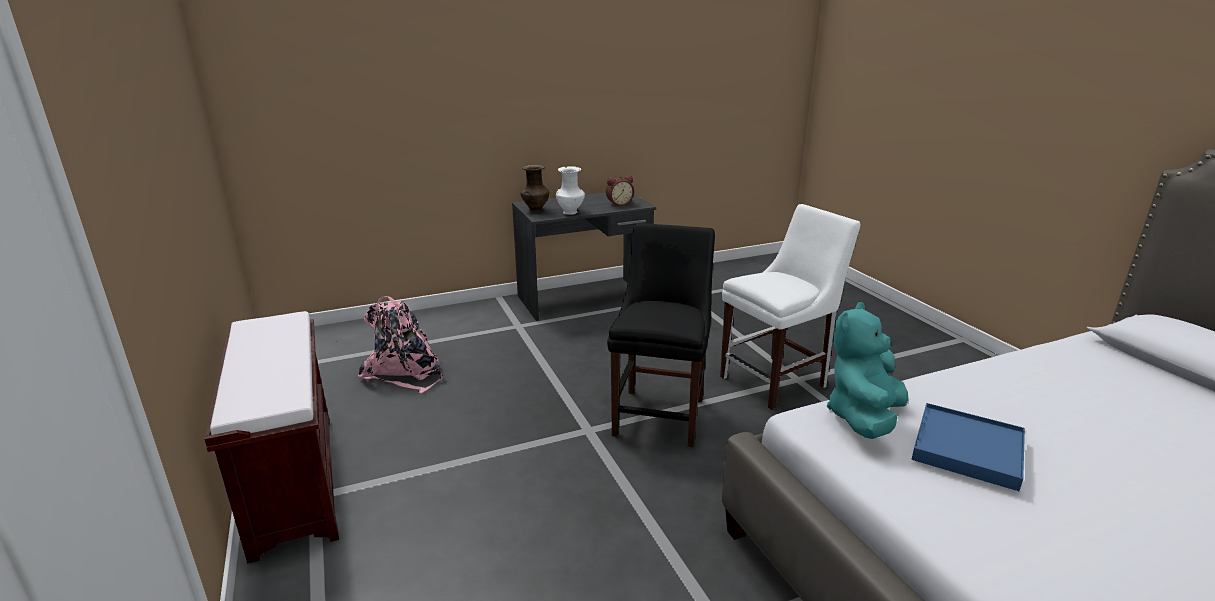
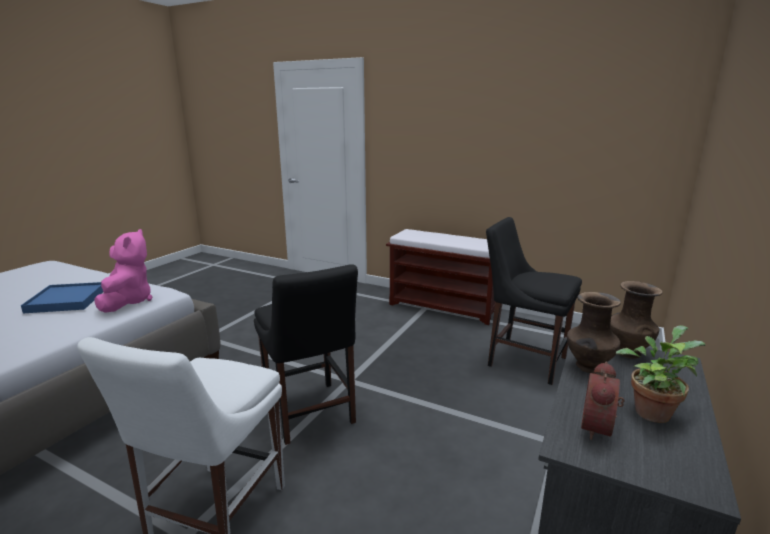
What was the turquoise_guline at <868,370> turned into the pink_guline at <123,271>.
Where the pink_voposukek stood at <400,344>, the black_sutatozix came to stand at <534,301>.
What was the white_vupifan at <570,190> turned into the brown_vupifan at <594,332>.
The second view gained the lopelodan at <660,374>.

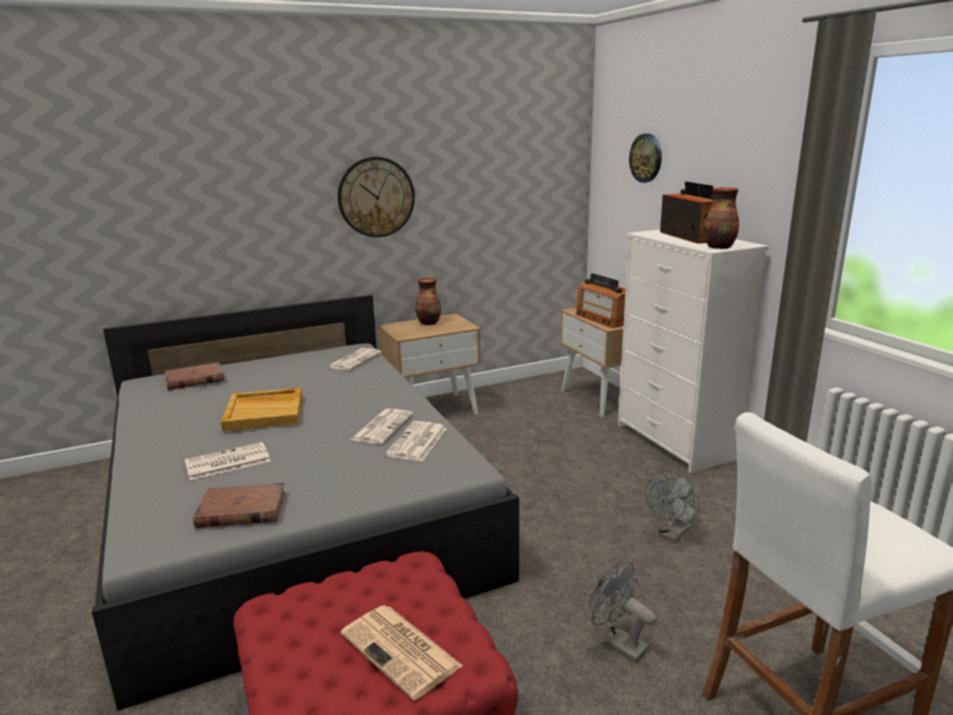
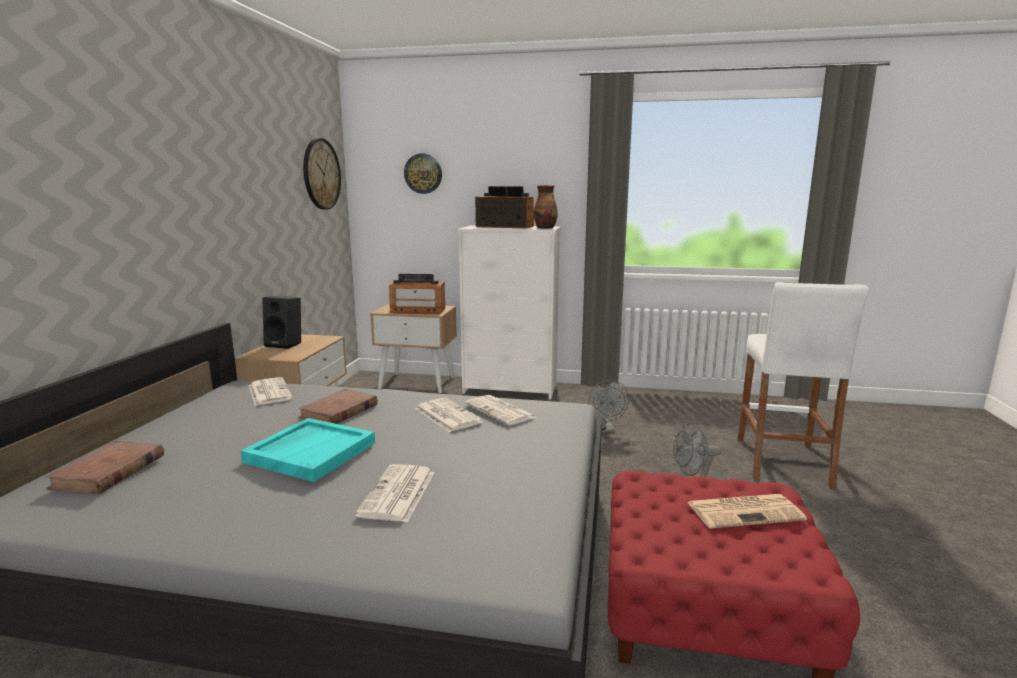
What was the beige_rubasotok at <261,409> turned into the turquoise_rubasotok at <308,450>.
Where the vupifan stood at <428,301>, the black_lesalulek came to stand at <281,322>.
The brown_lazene ended up elsewhere, having gone from <239,505> to <338,406>.
The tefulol ended up elsewhere, having gone from <376,197> to <322,174>.

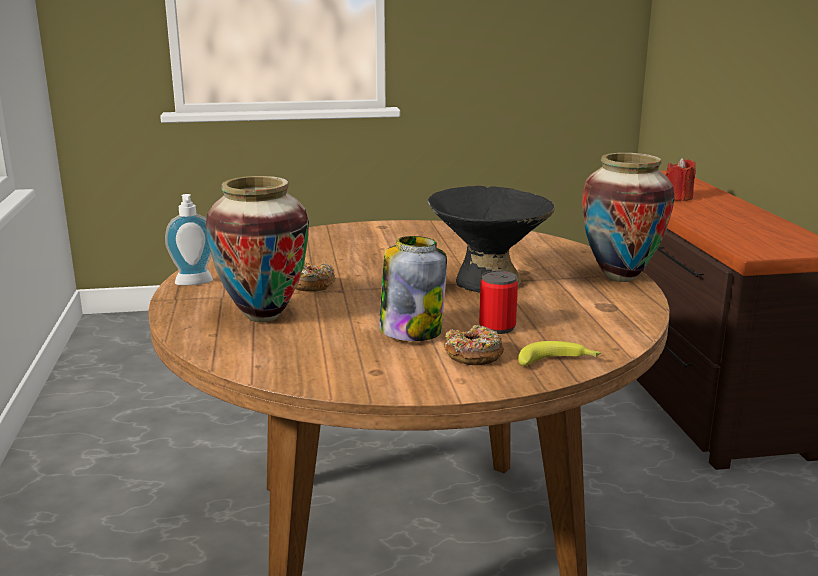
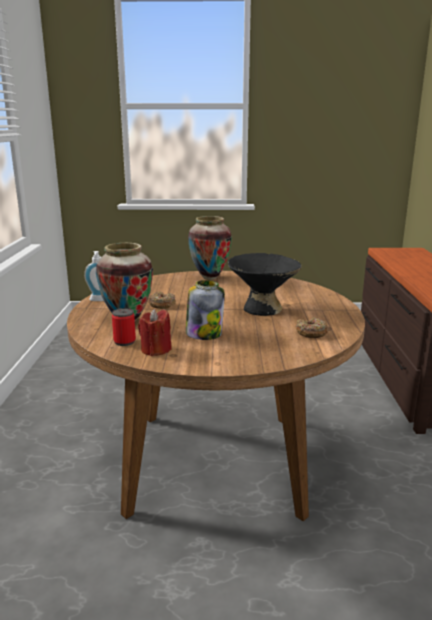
The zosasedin ended up elsewhere, having gone from <498,302> to <124,327>.
The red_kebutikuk ended up elsewhere, having gone from <681,179> to <155,332>.
The vupifan ended up elsewhere, having gone from <628,217> to <210,248>.
The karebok ended up elsewhere, having gone from <474,345> to <312,328>.
The second view lost the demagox at <559,353>.

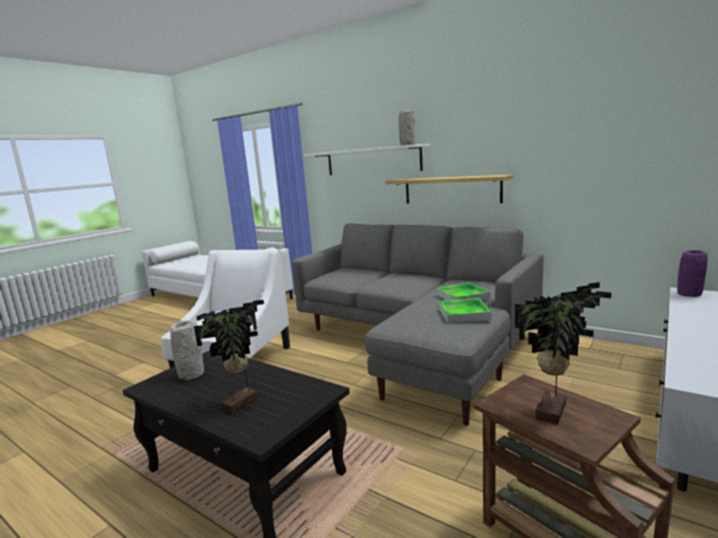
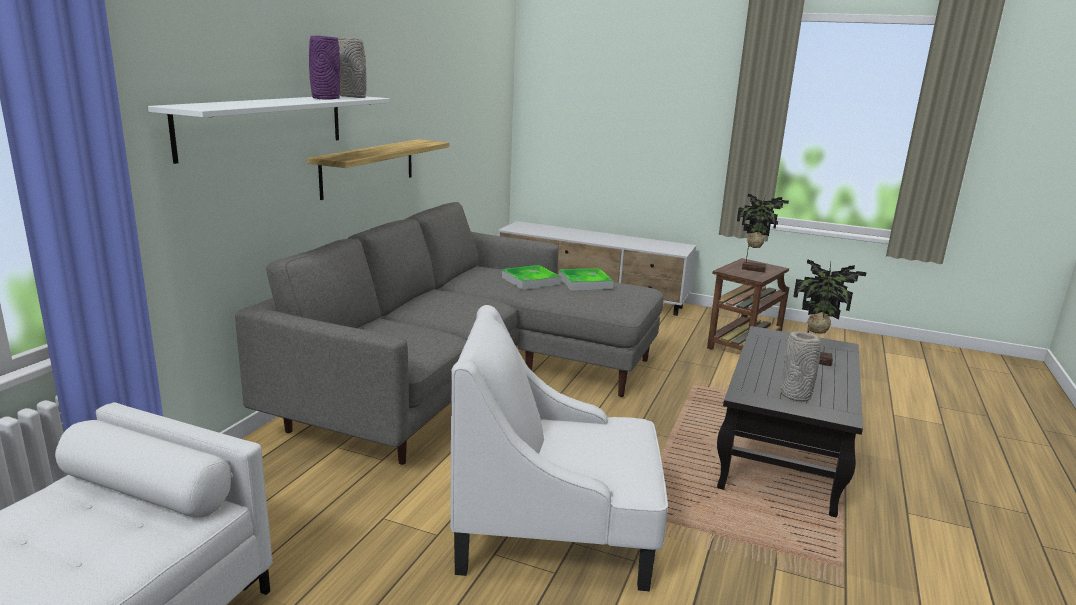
The purple_vupifan ended up elsewhere, having gone from <692,273> to <324,68>.

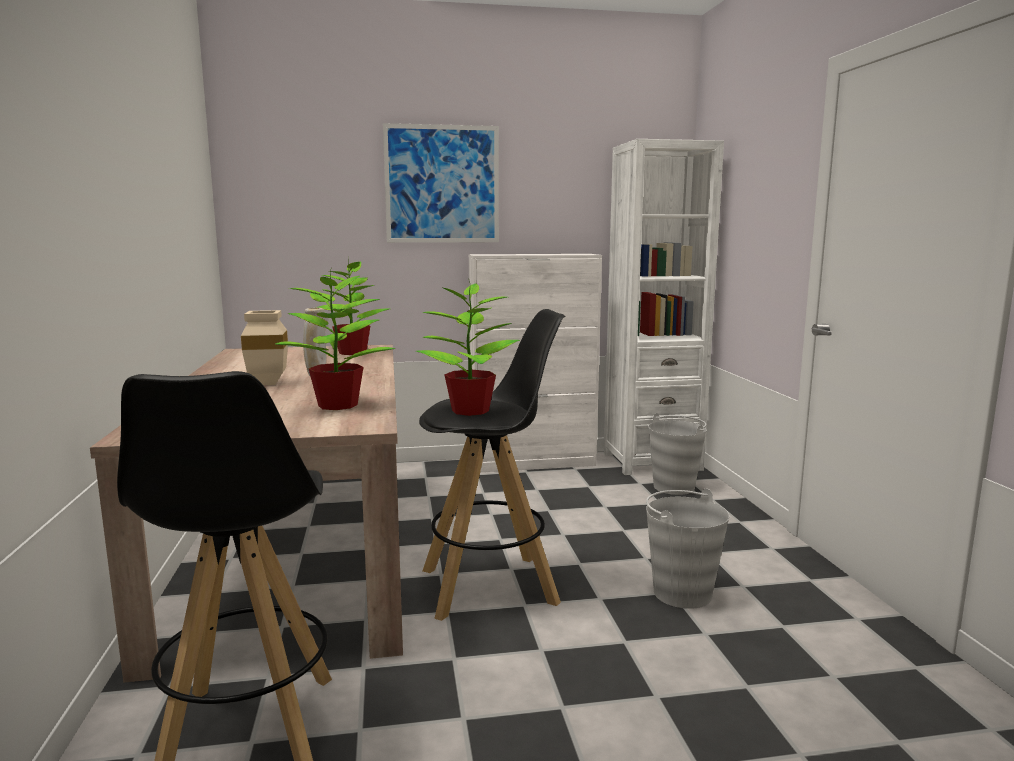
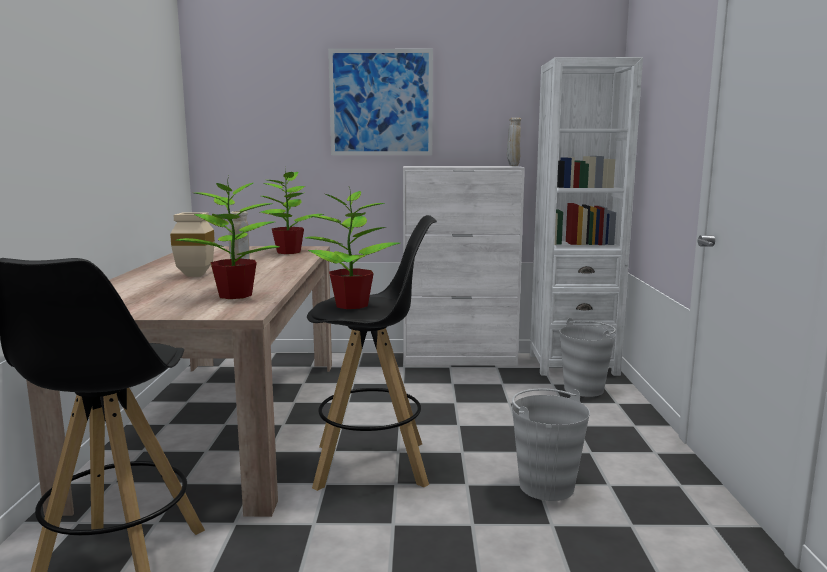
The second view gained the beige_vupifan at <514,142>.

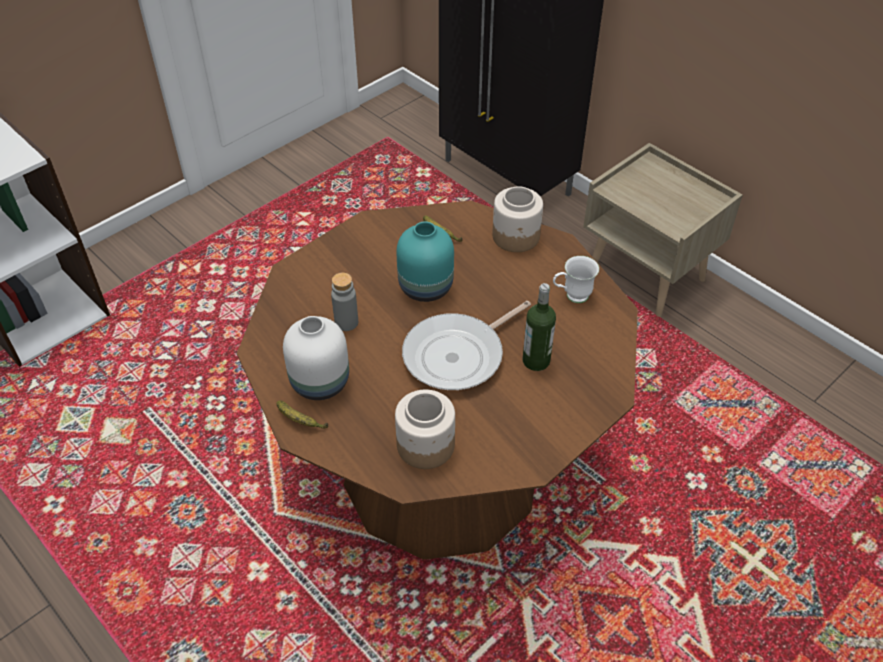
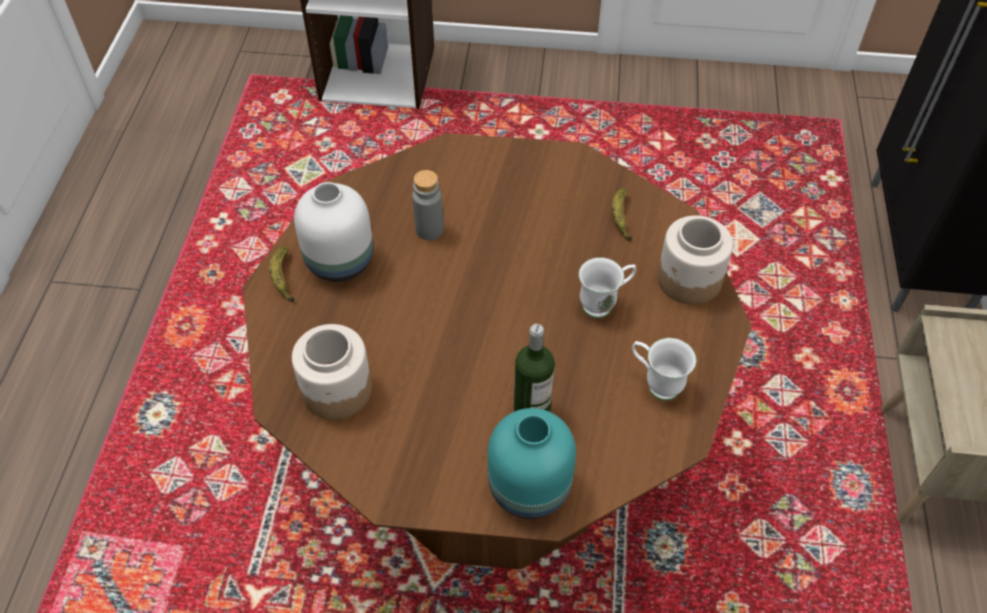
The turquoise_vupifan ended up elsewhere, having gone from <425,261> to <532,463>.
The second view gained the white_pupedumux at <607,287>.
The second view lost the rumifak at <466,345>.

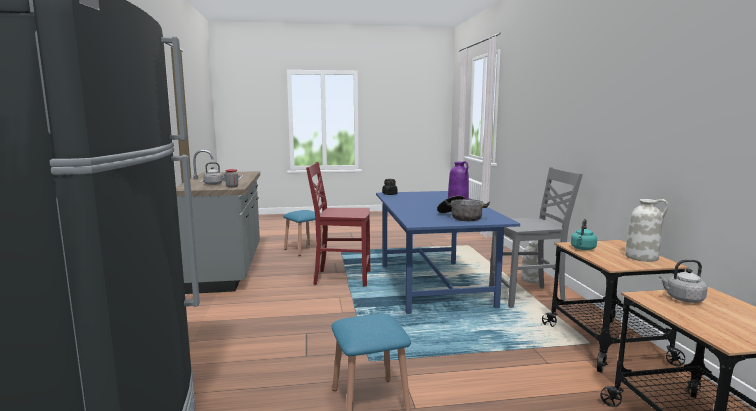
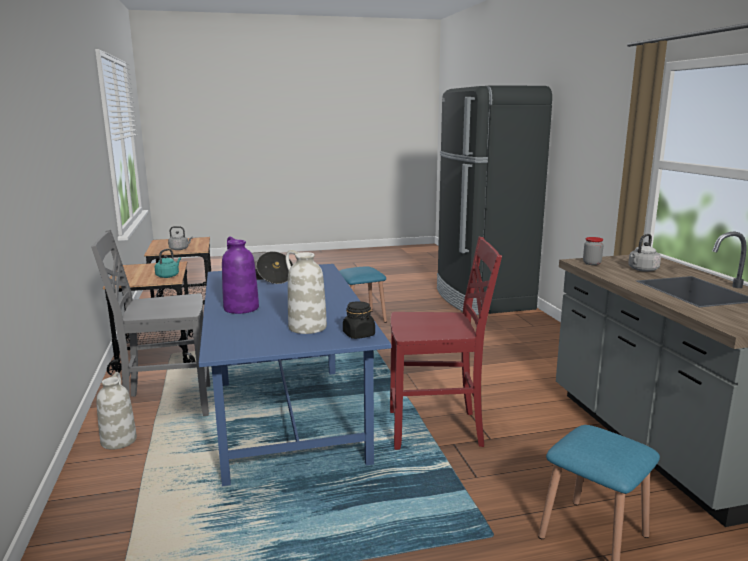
The white_vupifan ended up elsewhere, having gone from <647,230> to <306,292>.

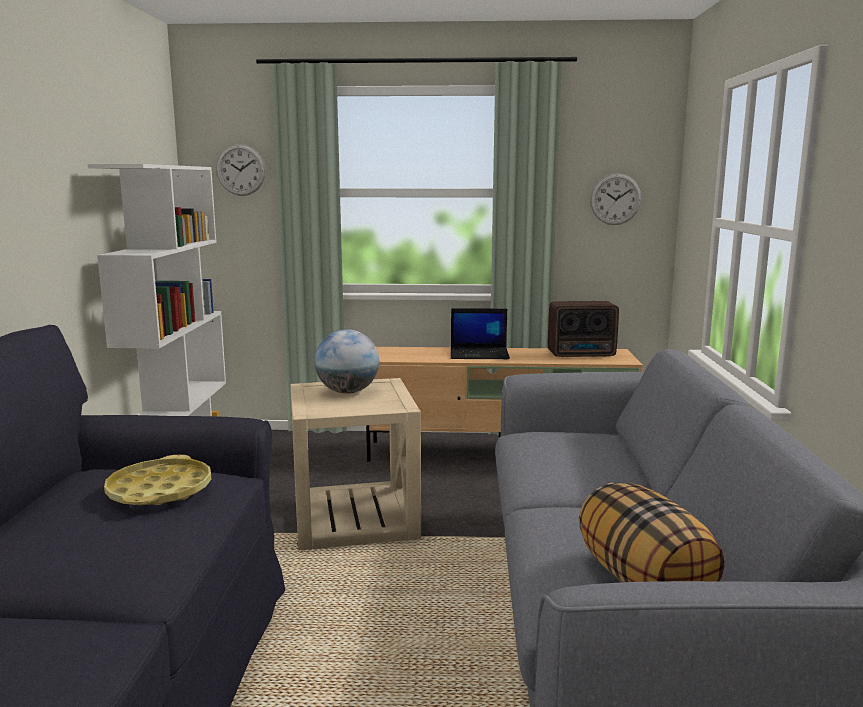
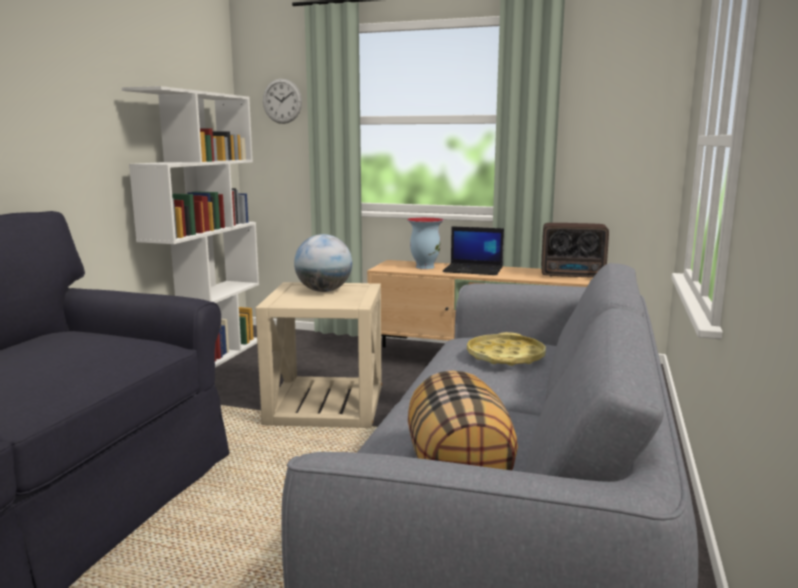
The second view gained the vupifan at <425,243>.
The yellow_rubasotok ended up elsewhere, having gone from <157,480> to <506,349>.
The second view lost the tefulol at <616,199>.

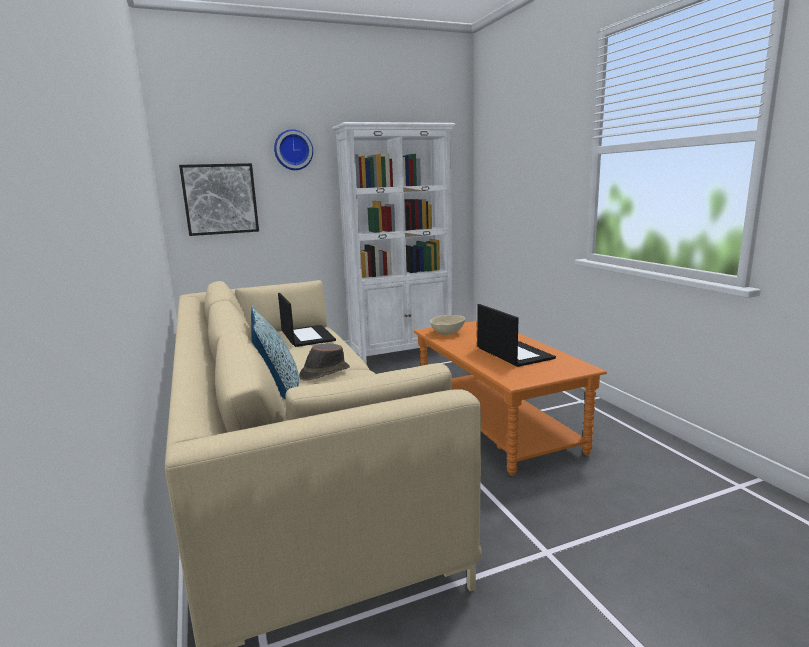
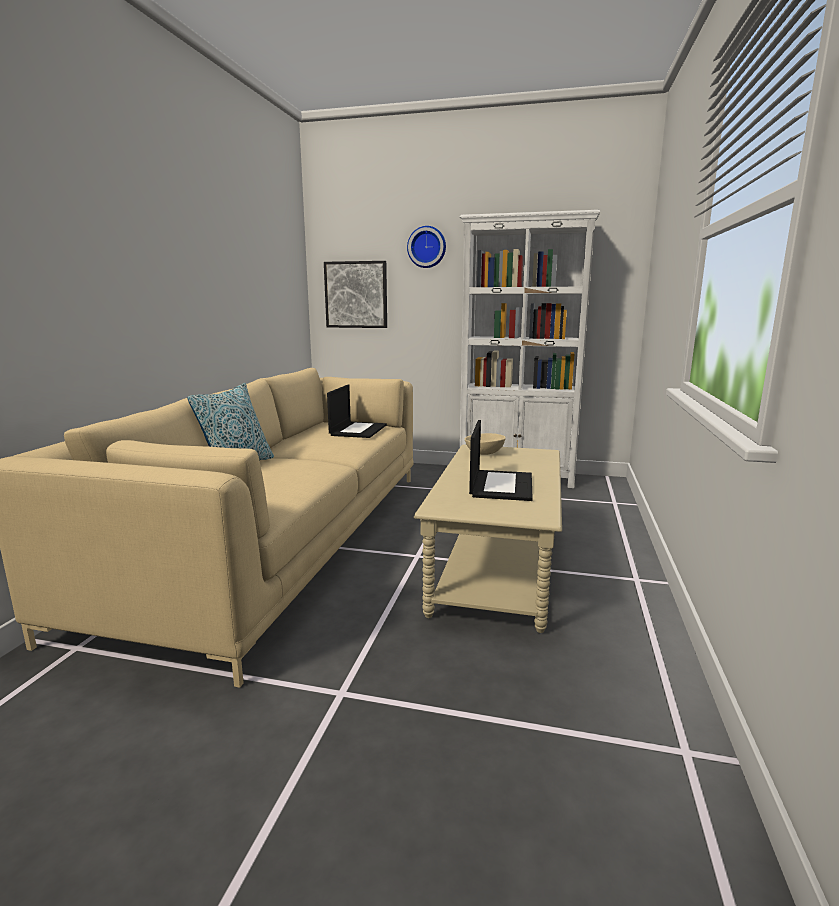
What was the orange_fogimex at <510,398> turned into the beige_fogimex at <488,539>.
The second view lost the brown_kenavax at <324,362>.

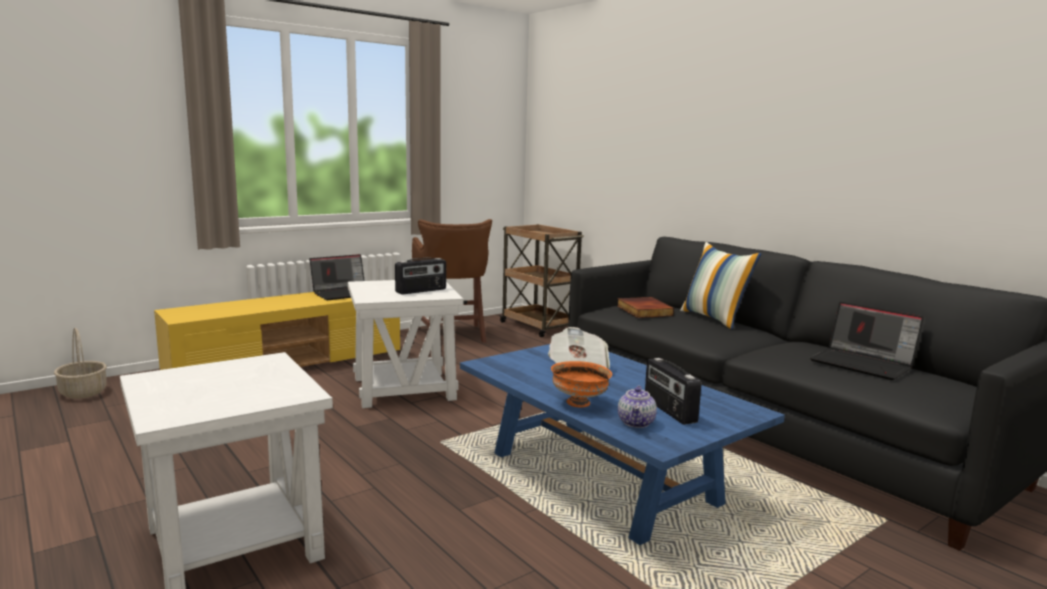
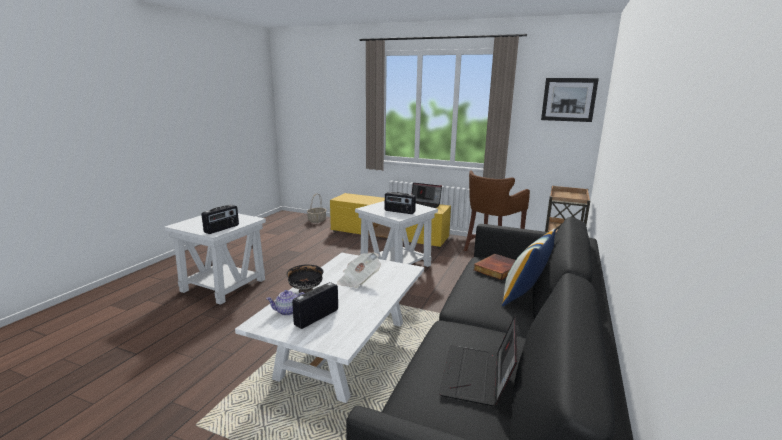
The second view gained the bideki at <220,219>.
What was the blue_fogimex at <622,444> turned into the white_fogimex at <329,328>.
What was the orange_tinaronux at <581,384> turned into the black_tinaronux at <305,279>.
The second view gained the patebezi at <570,100>.

